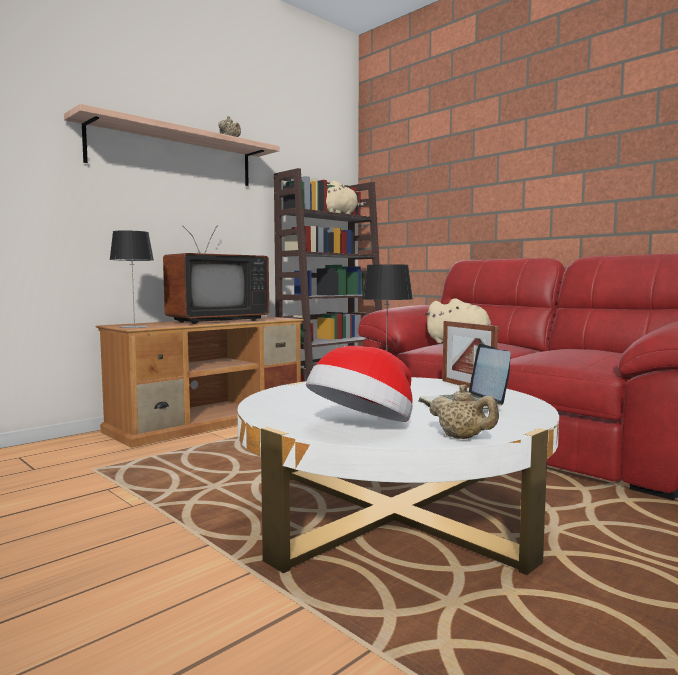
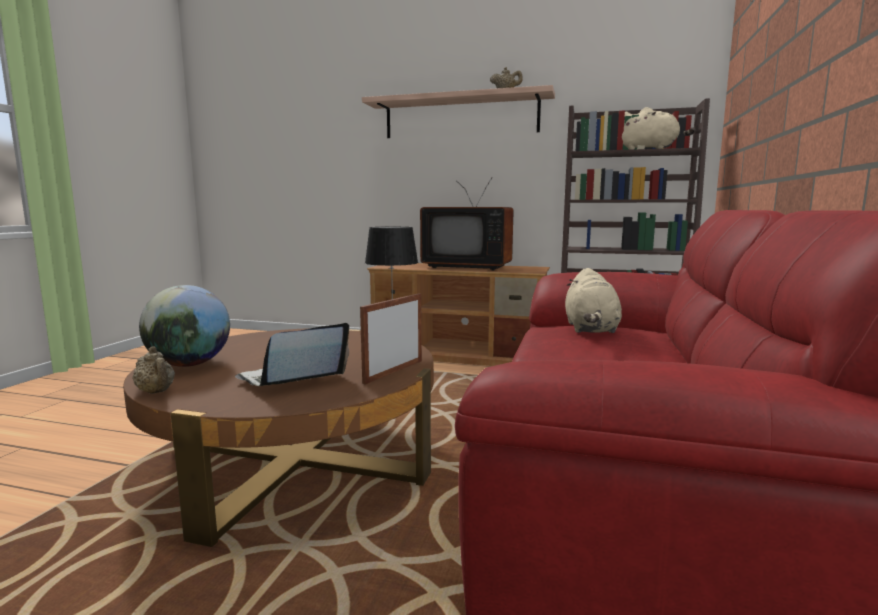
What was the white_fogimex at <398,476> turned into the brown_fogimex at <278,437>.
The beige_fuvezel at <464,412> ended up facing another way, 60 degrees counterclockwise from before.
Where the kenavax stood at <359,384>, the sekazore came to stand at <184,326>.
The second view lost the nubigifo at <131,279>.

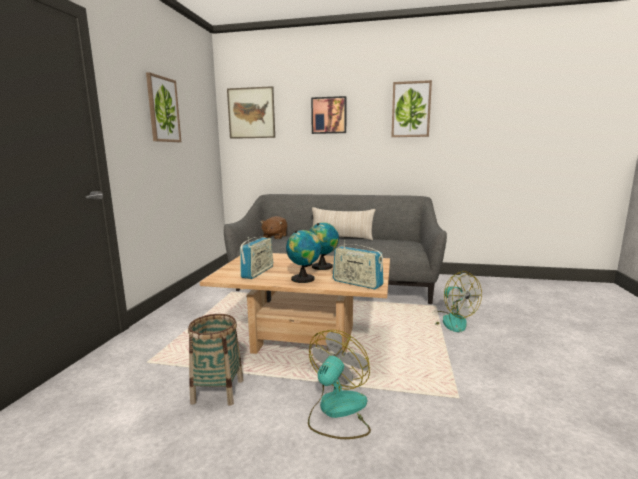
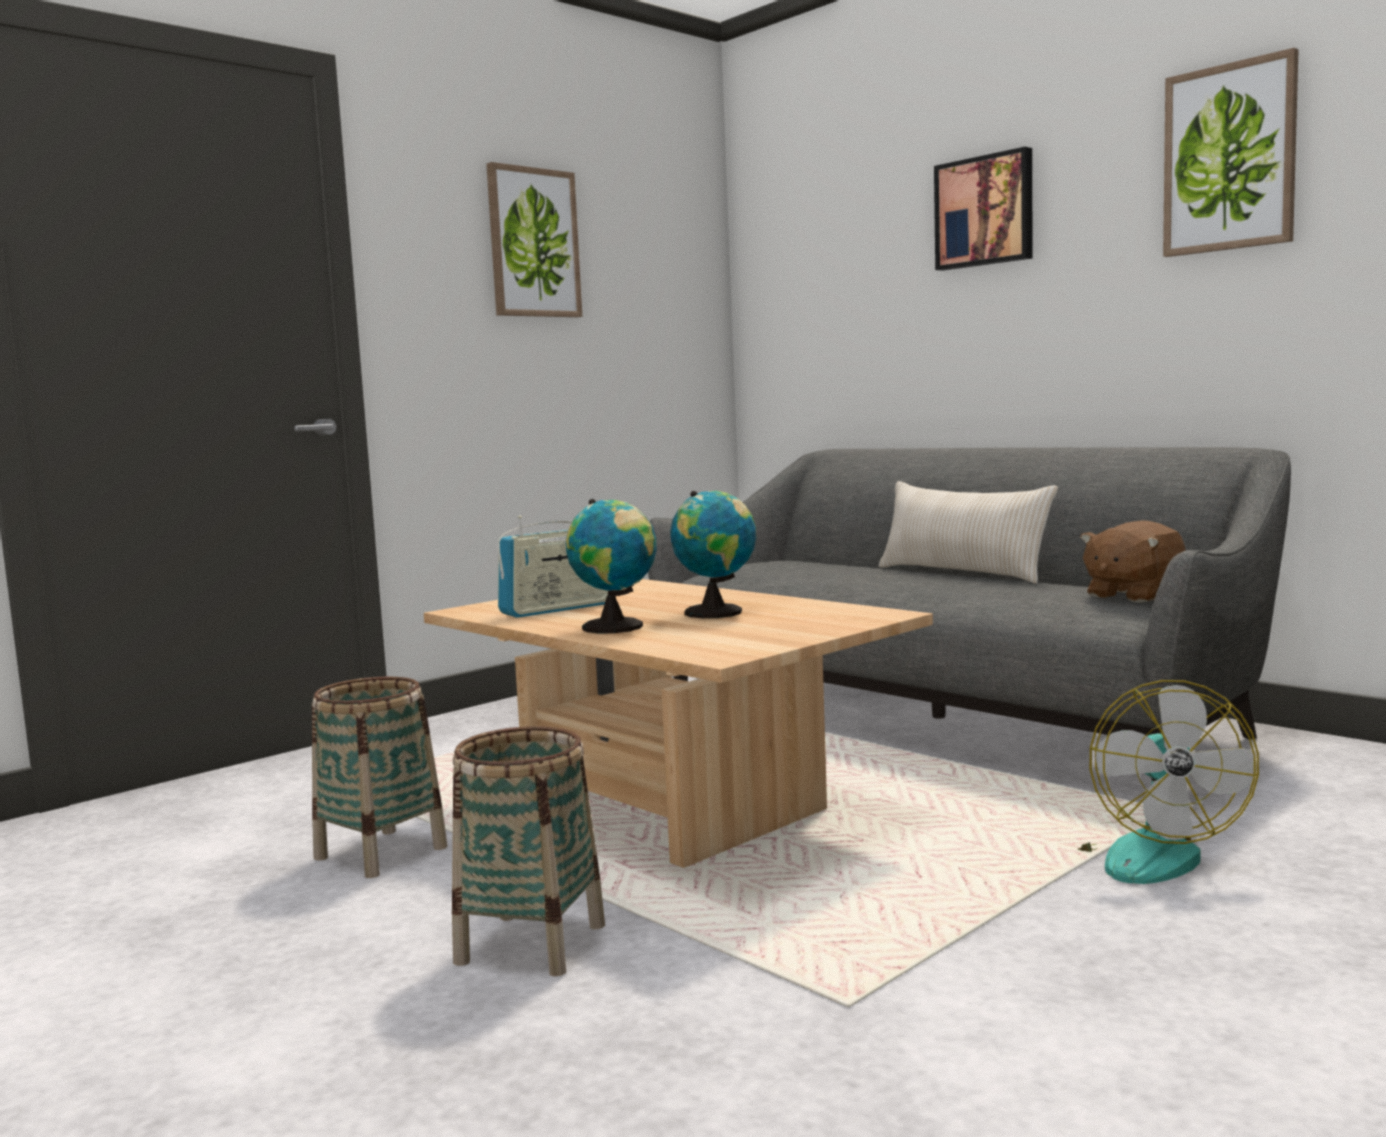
Where the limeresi stood at <339,384>, the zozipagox came to stand at <528,851>.
The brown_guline ended up elsewhere, having gone from <273,227> to <1133,561>.
The second view lost the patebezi at <251,112>.
The second view lost the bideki at <358,264>.

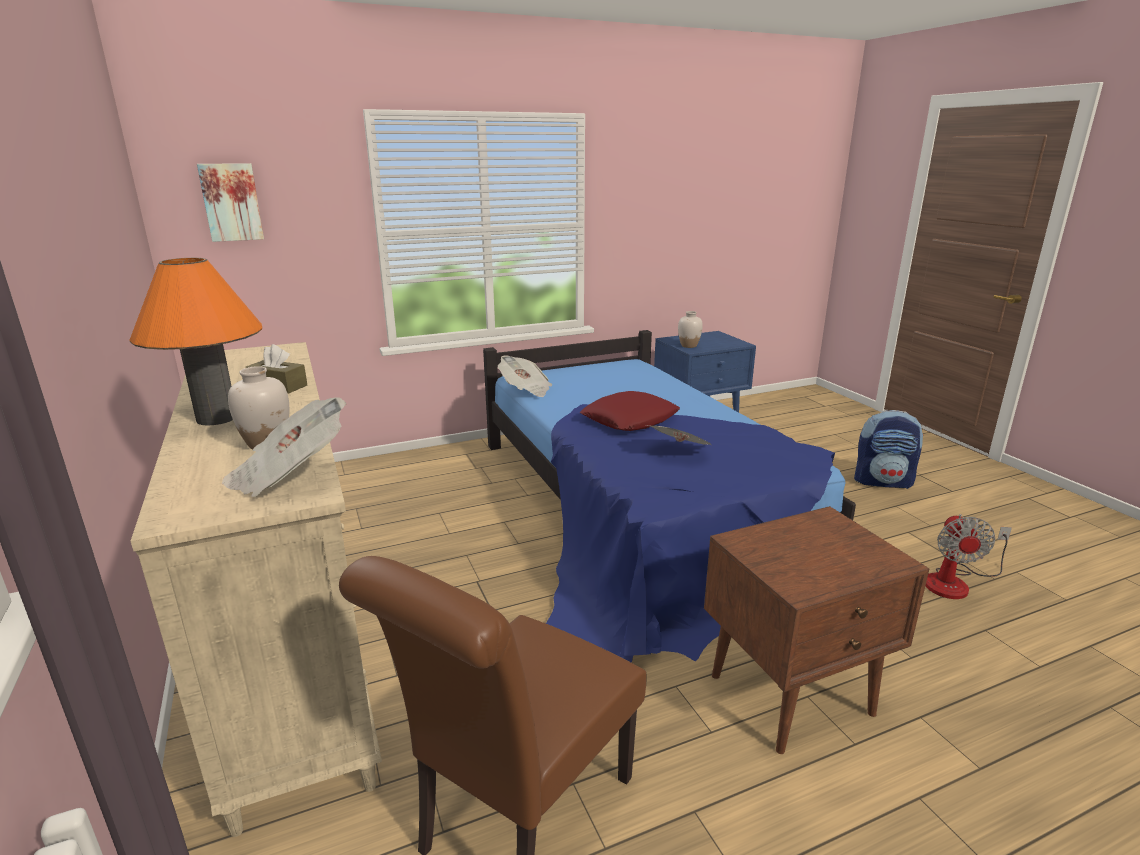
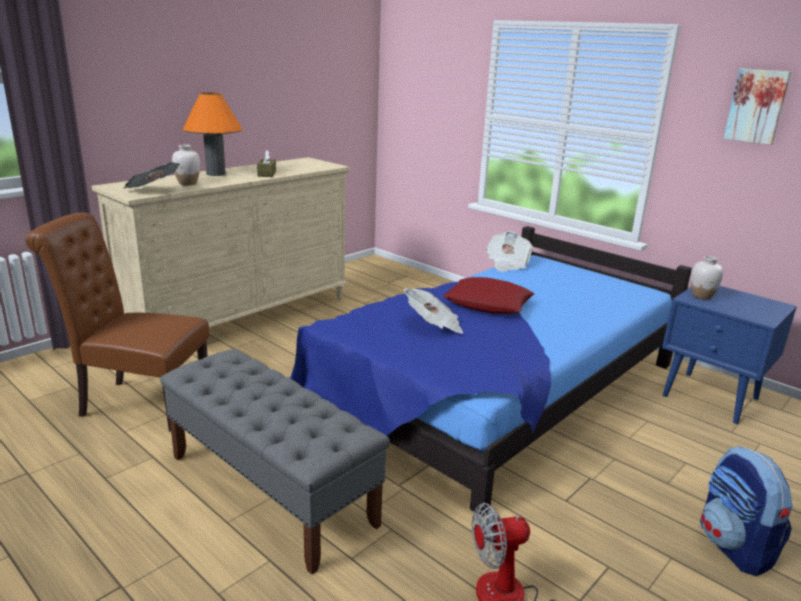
Where the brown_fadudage stood at <816,630>, the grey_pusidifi came to stand at <275,462>.
The patebezi ended up elsewhere, having gone from <230,202> to <757,107>.

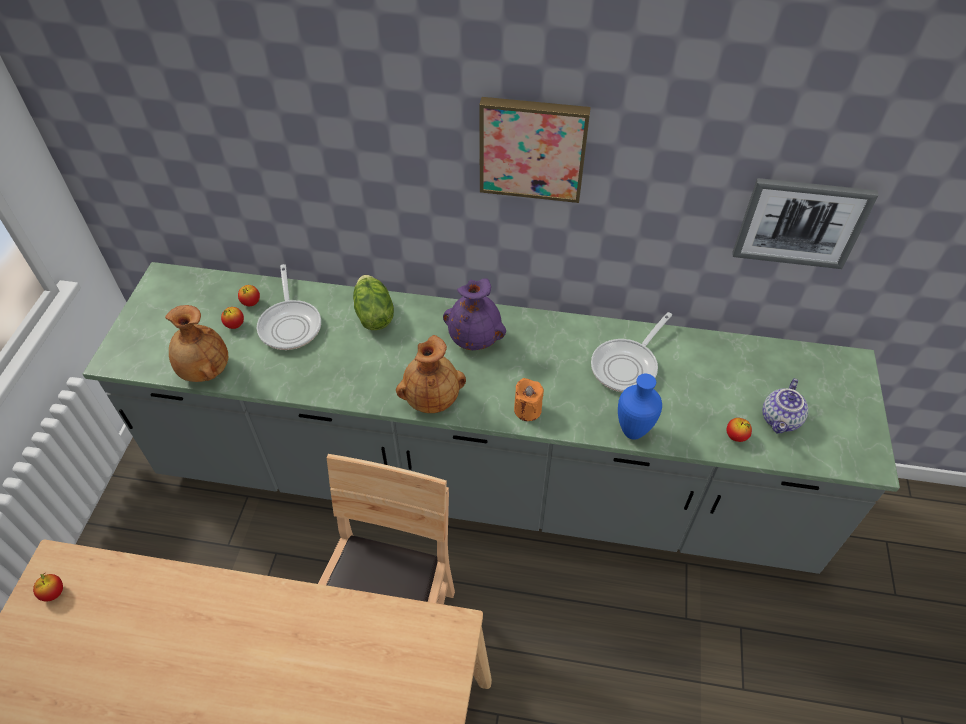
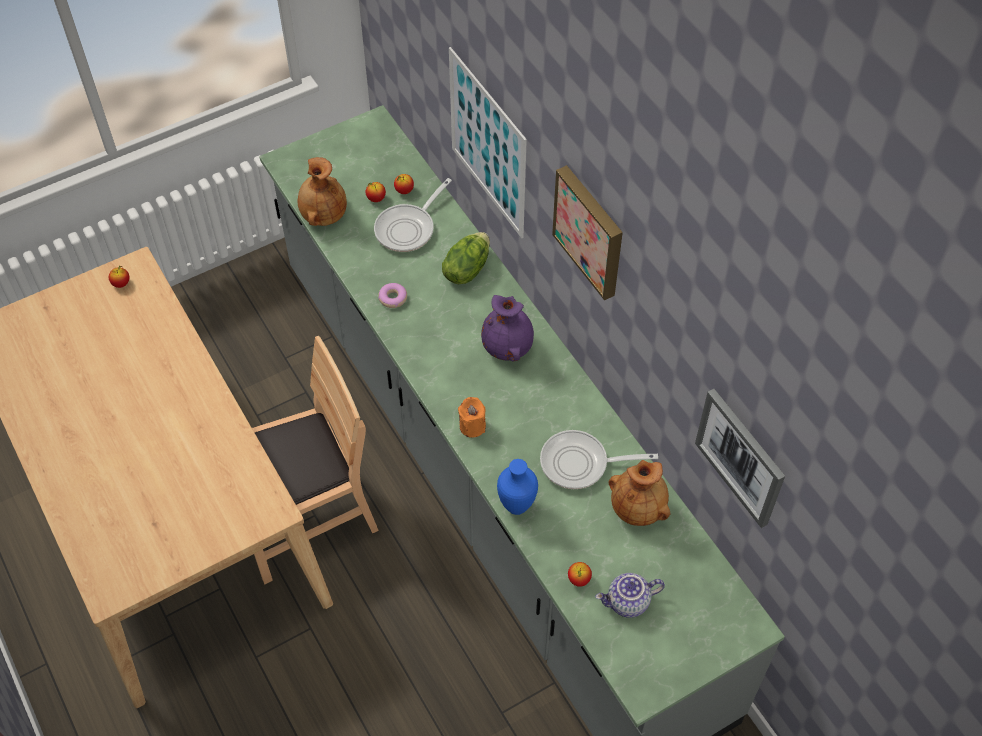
The second view gained the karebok at <392,295>.
The second view gained the patebezi at <488,142>.
The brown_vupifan ended up elsewhere, having gone from <431,374> to <639,493>.

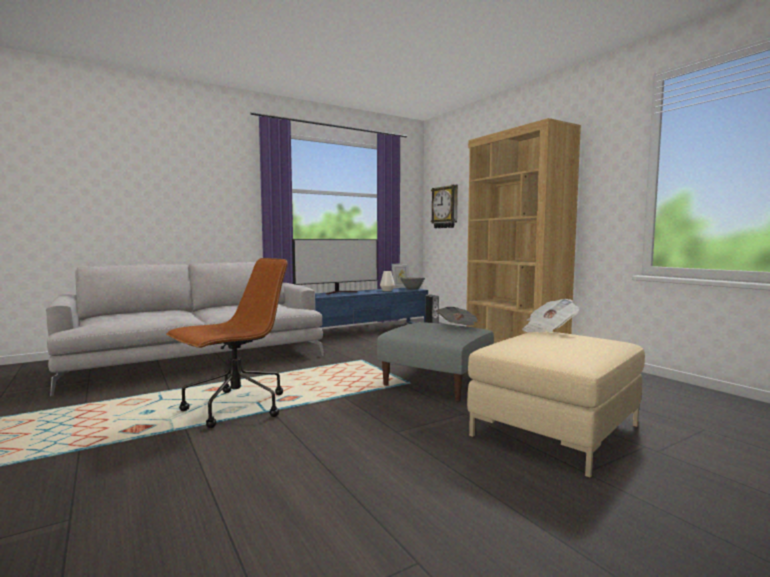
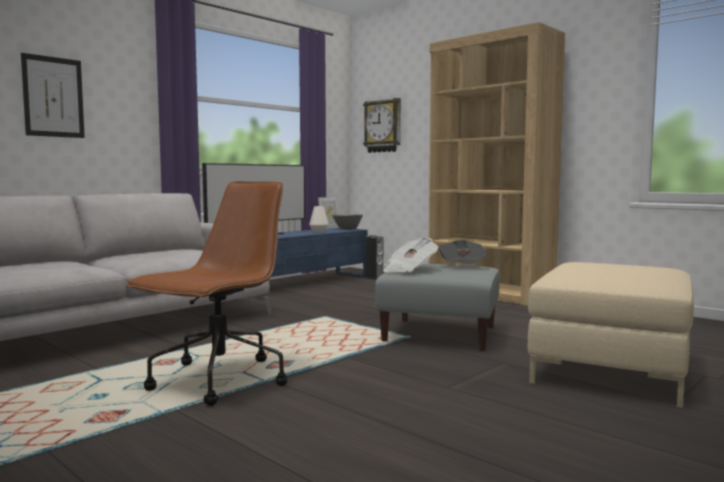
The second view gained the patebezi at <53,95>.
The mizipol ended up elsewhere, having gone from <550,316> to <410,255>.

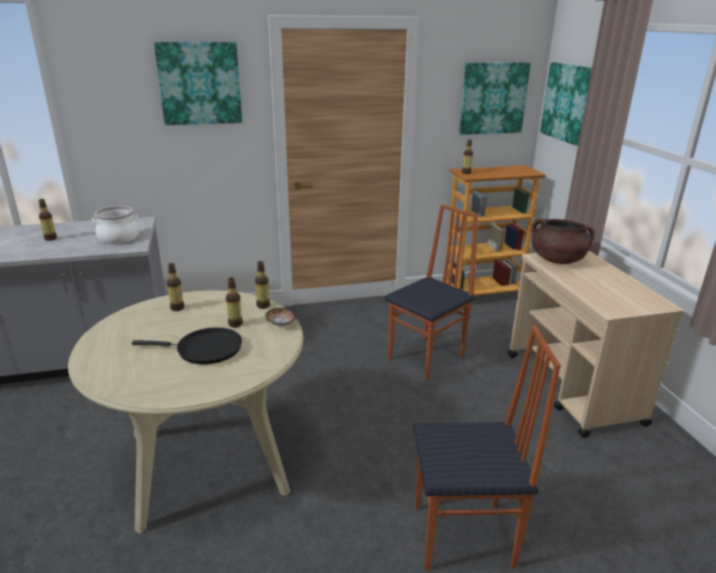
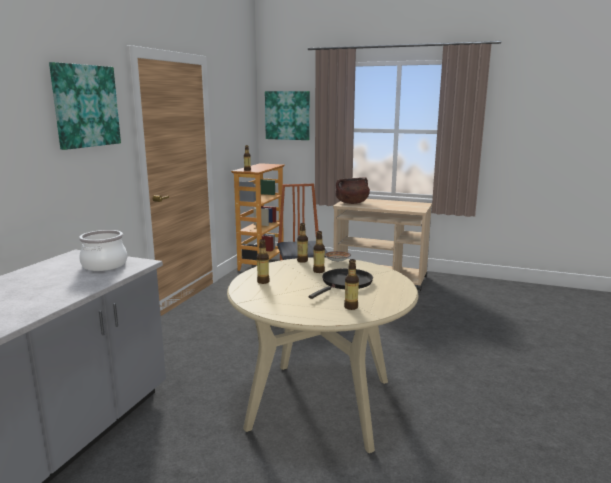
The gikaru ended up elsewhere, having gone from <47,220> to <351,284>.
The second view lost the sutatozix at <487,447>.
The second view lost the patebezi at <495,98>.

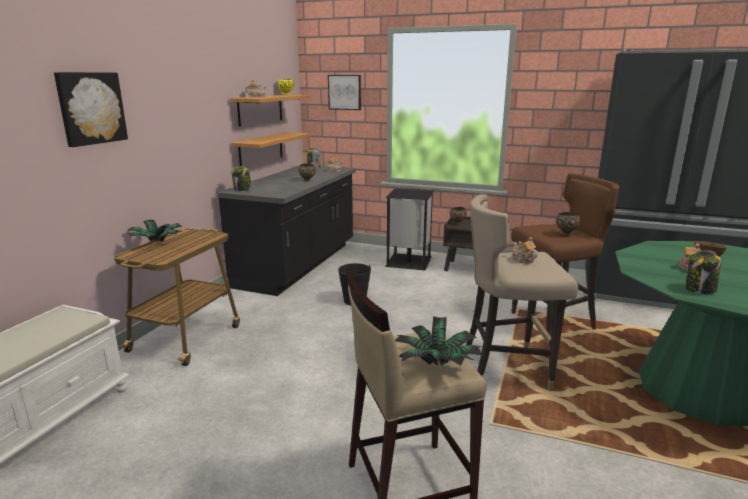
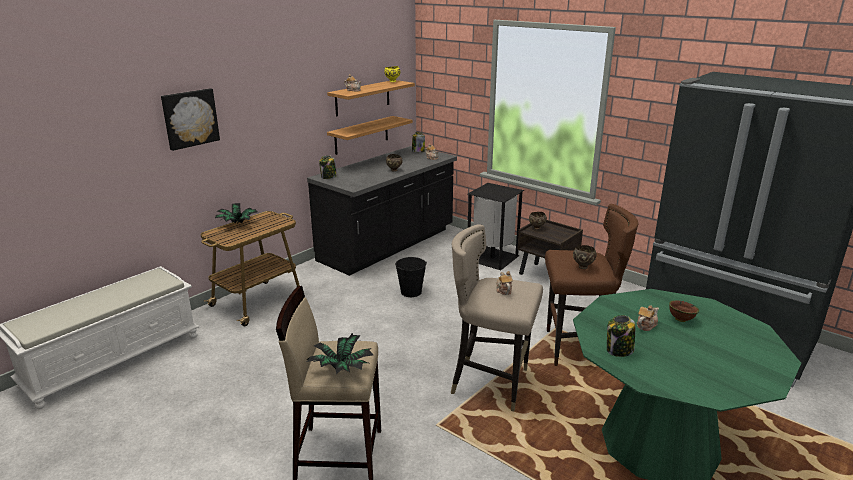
The second view lost the patebezi at <344,92>.

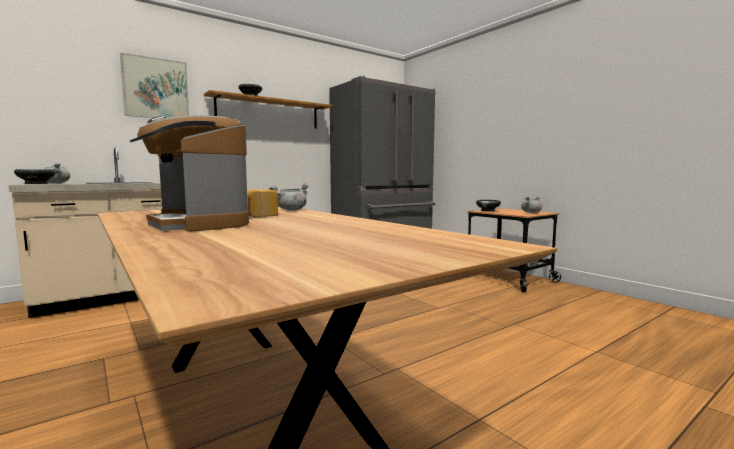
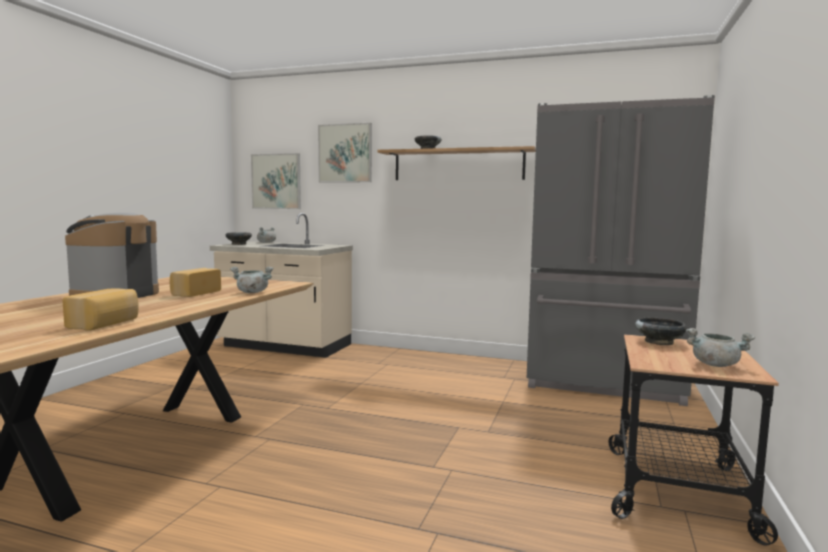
The second view gained the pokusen at <101,309>.
The second view gained the patebezi at <276,181>.

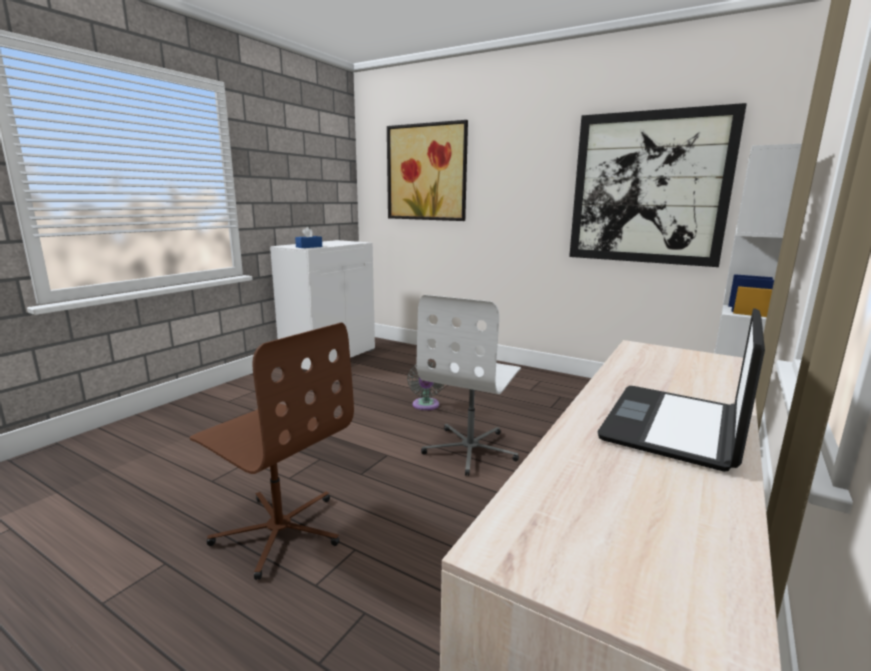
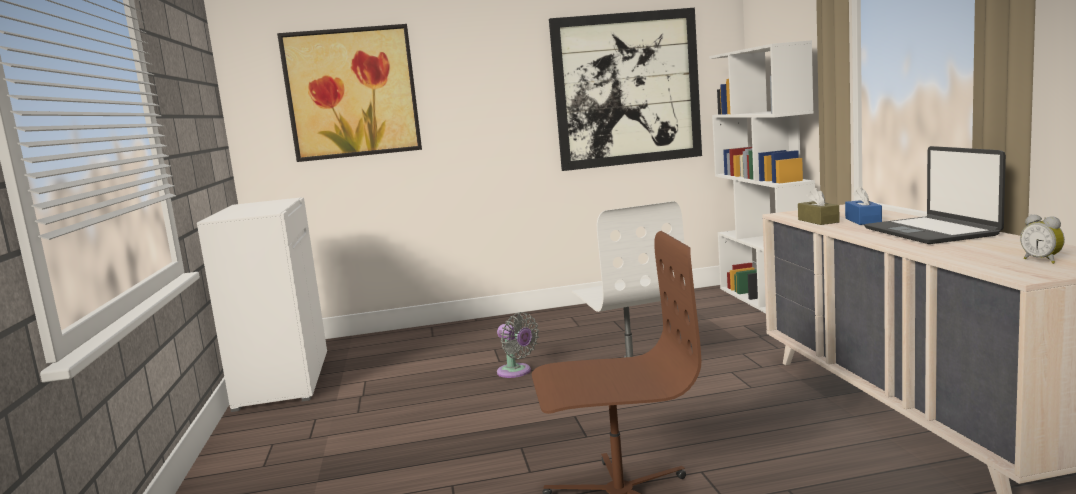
The second view gained the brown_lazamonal at <819,206>.
The blue_lazamonal ended up elsewhere, having gone from <308,237> to <863,206>.
The second view gained the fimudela at <1042,239>.

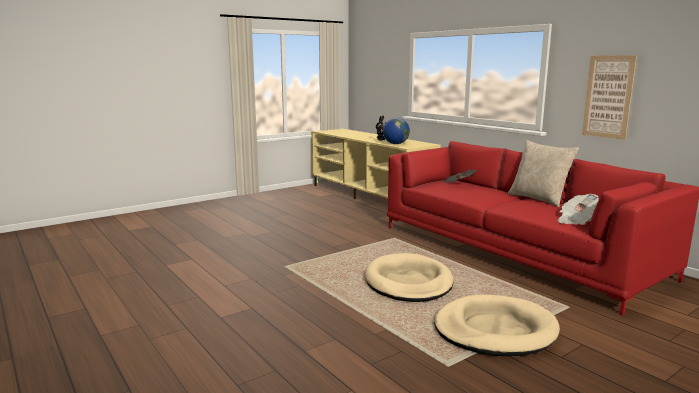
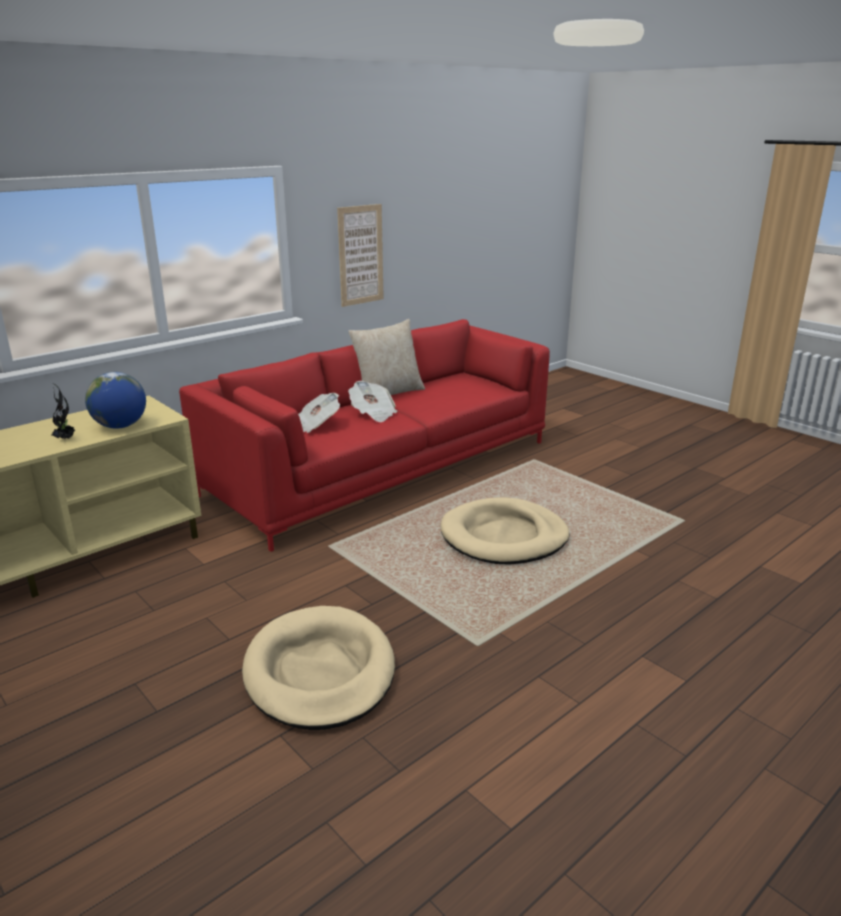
The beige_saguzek ended up elsewhere, having gone from <497,325> to <318,668>.
The mizipol ended up elsewhere, having gone from <578,209> to <373,401>.

